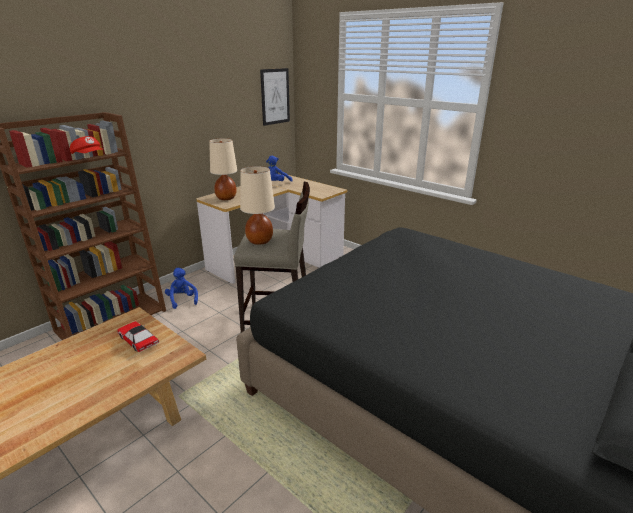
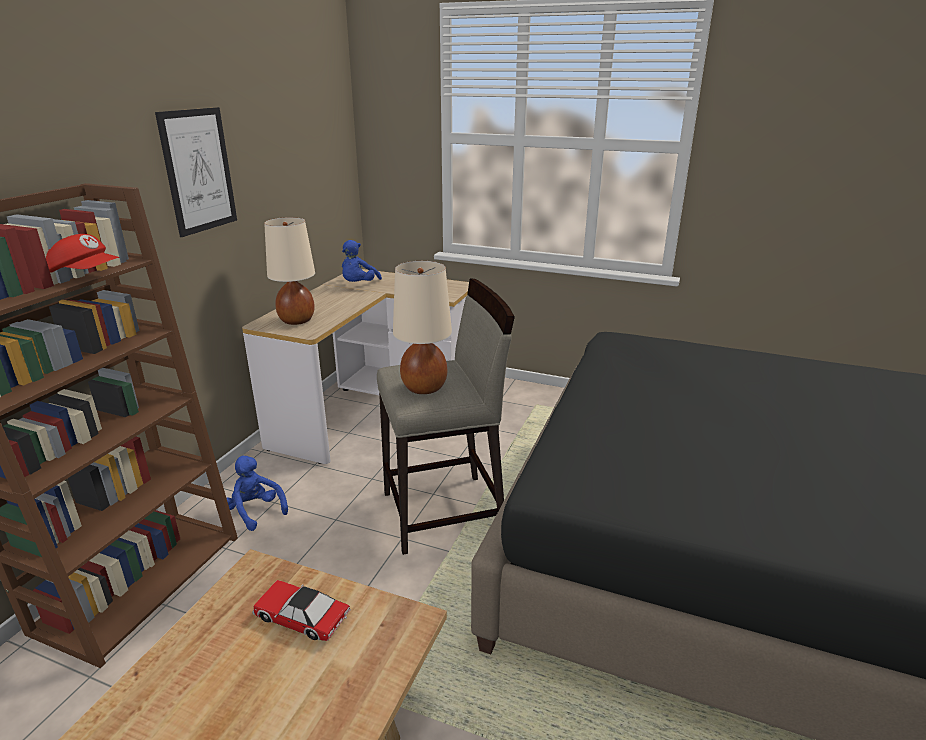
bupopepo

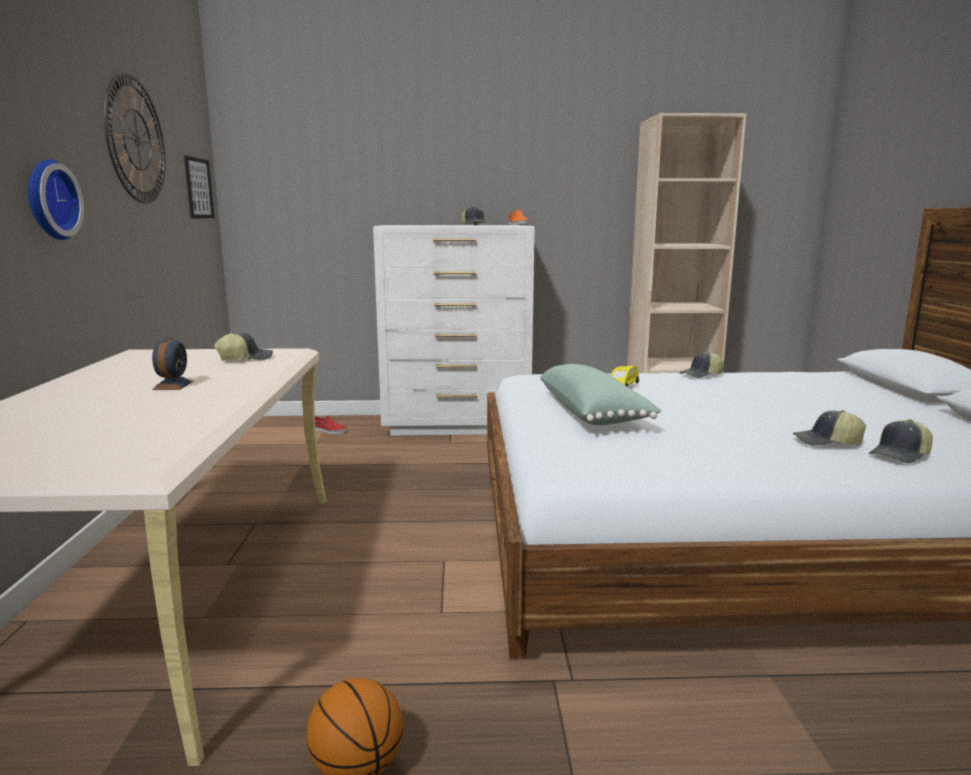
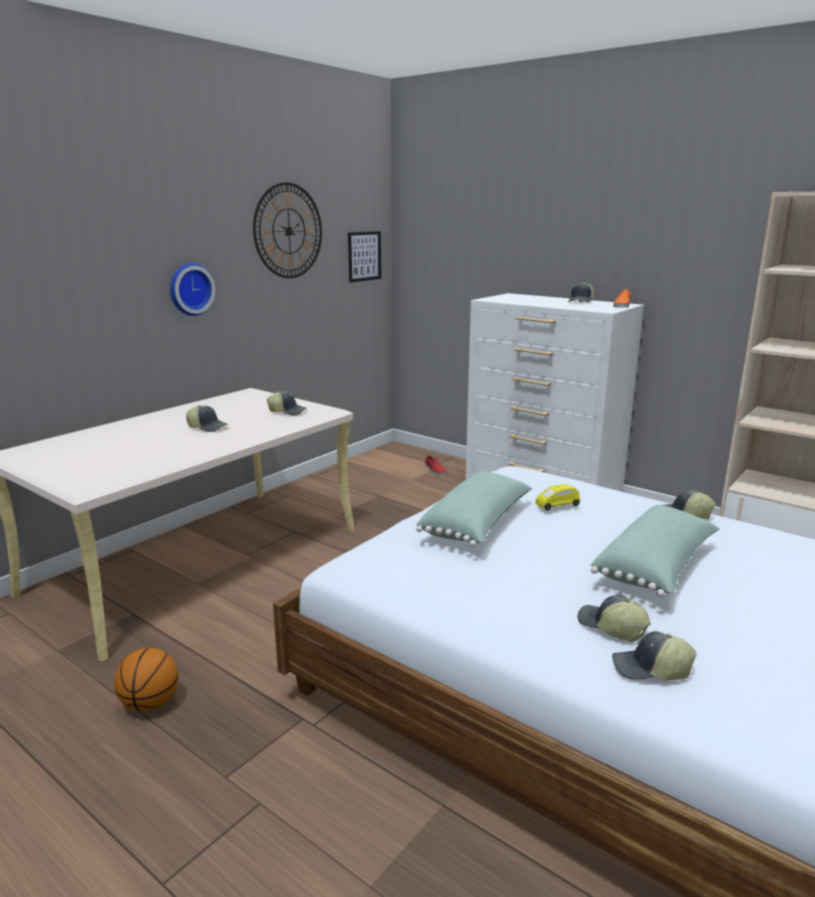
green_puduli (no. 2 from left)
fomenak (no. 1 from left)

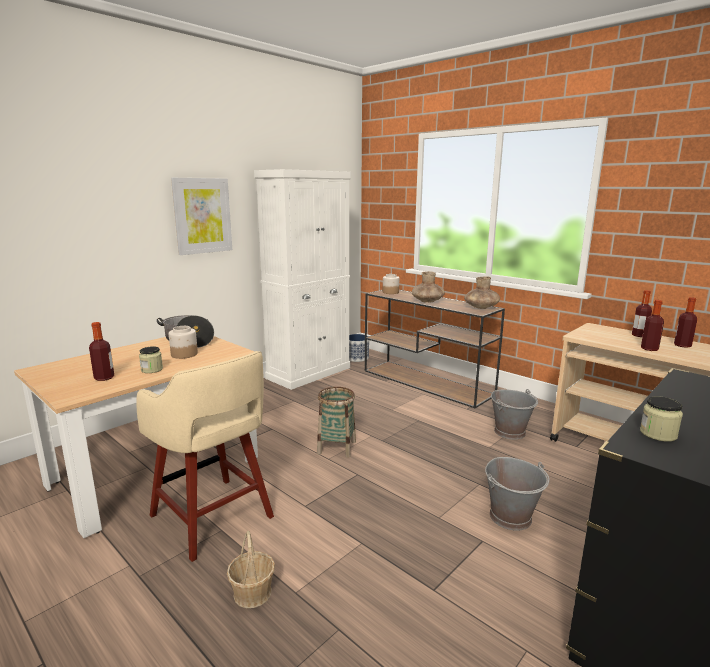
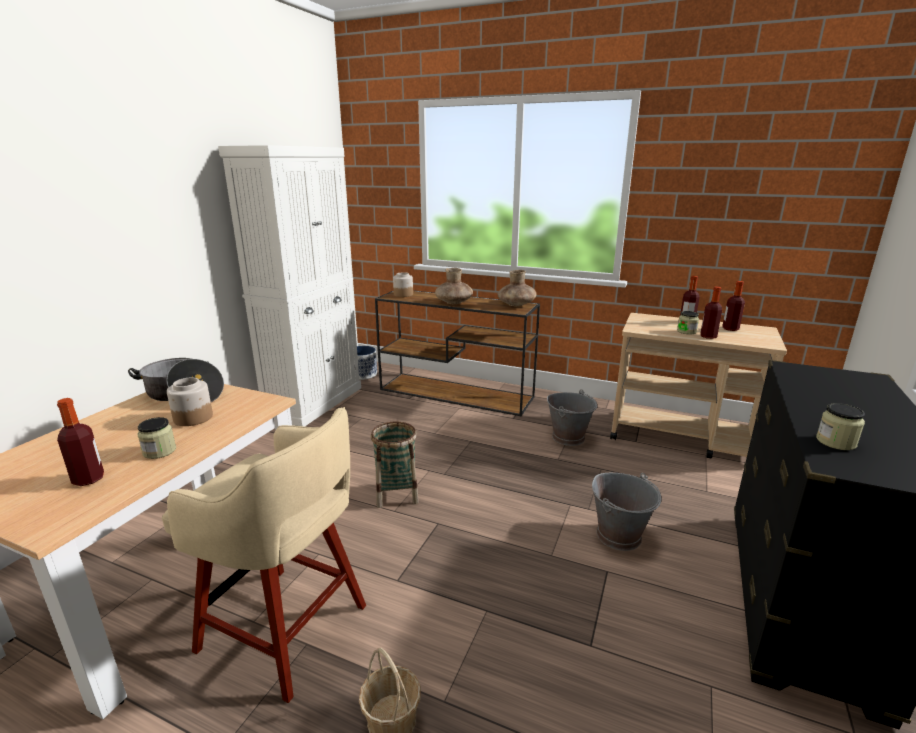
bupopepo
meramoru (no. 4 from left)

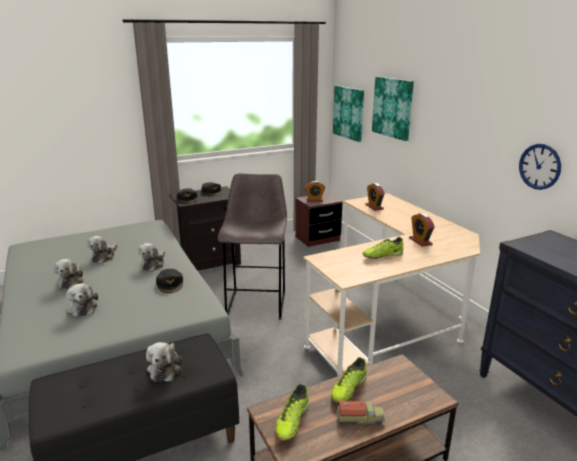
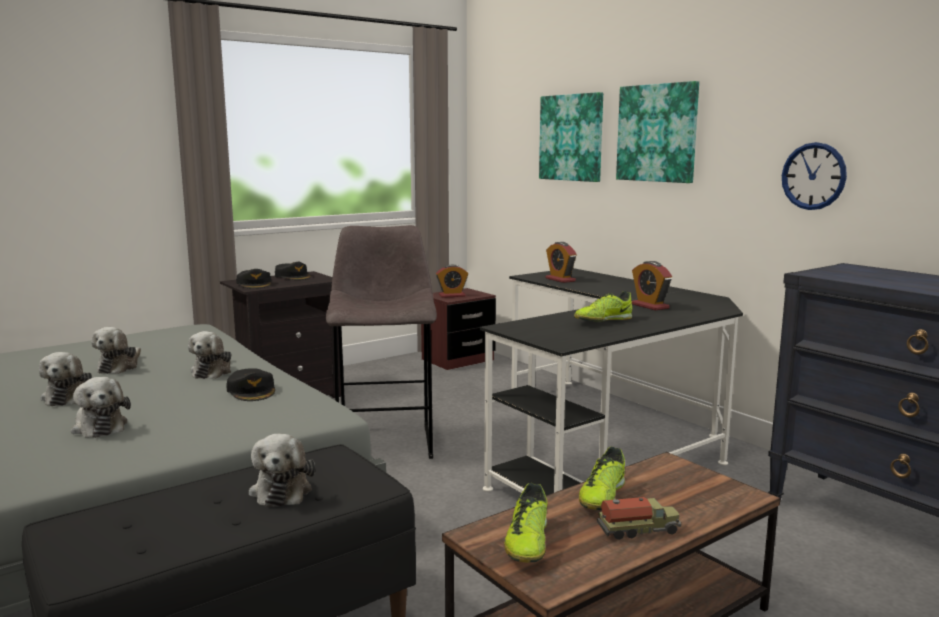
bupopepo (no. 2 from left)
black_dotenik

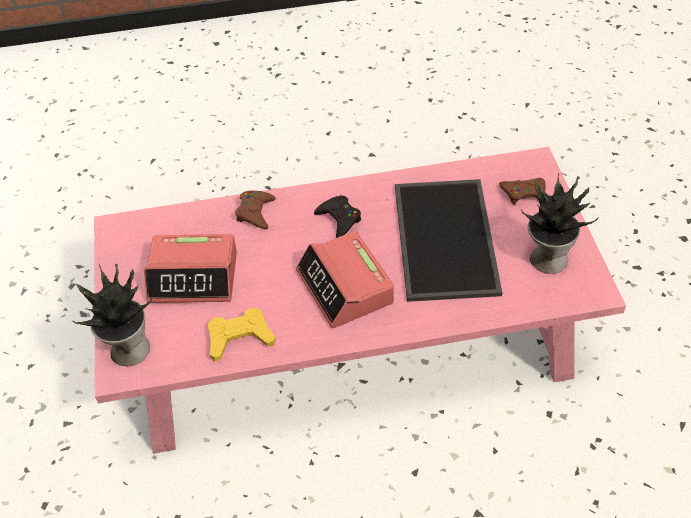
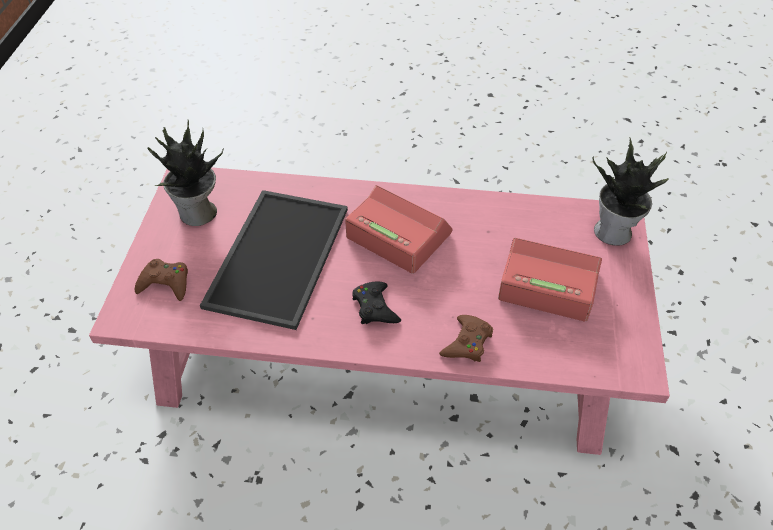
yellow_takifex
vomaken (no. 1 from left)

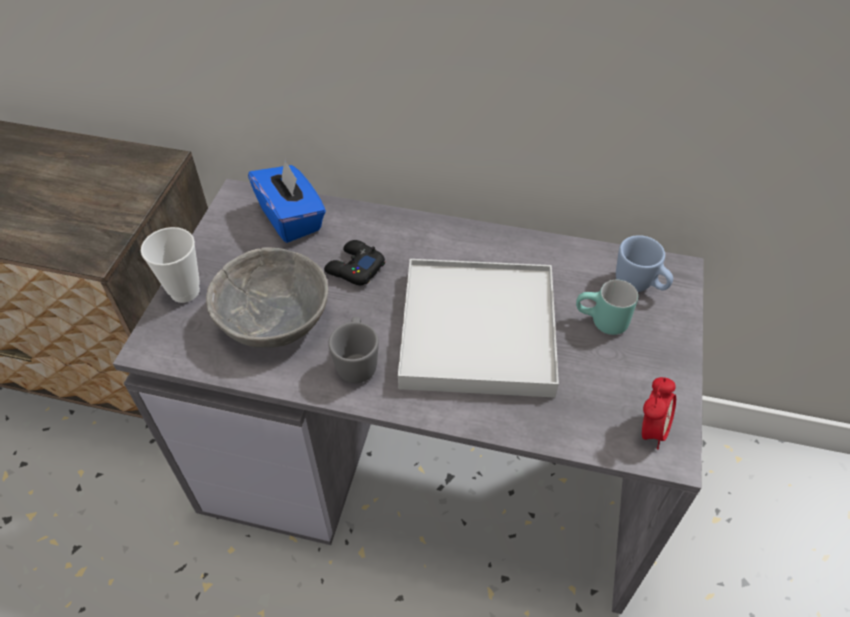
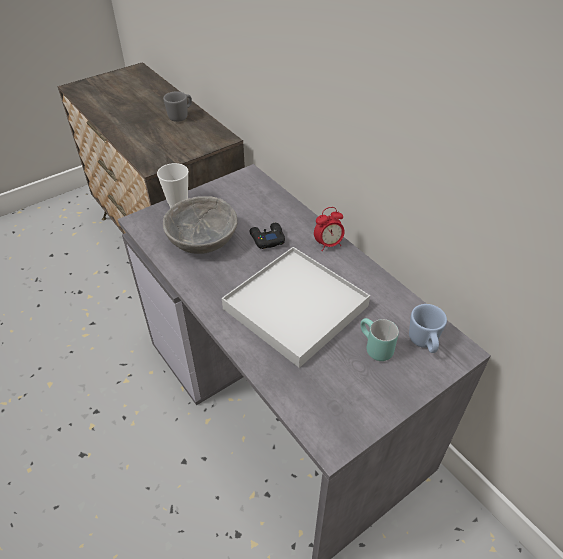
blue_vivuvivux
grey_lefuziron
vomaken

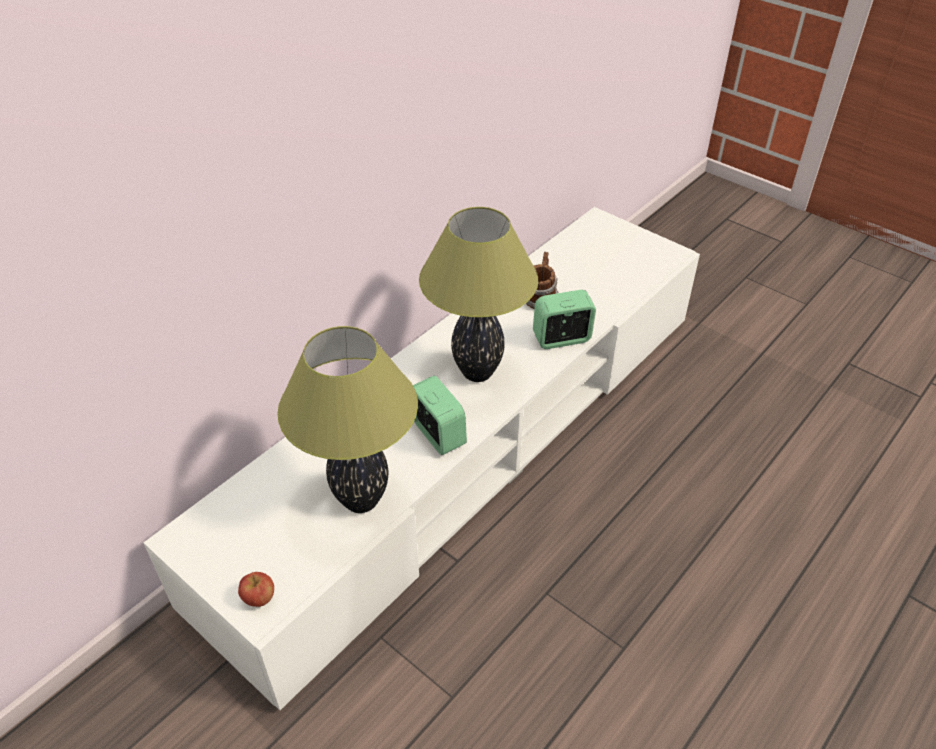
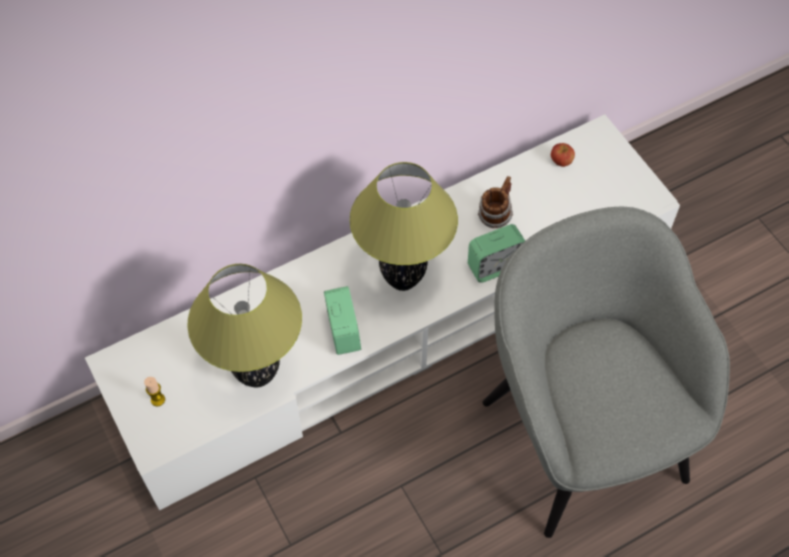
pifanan
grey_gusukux
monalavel
vomaken (no. 2 from left)

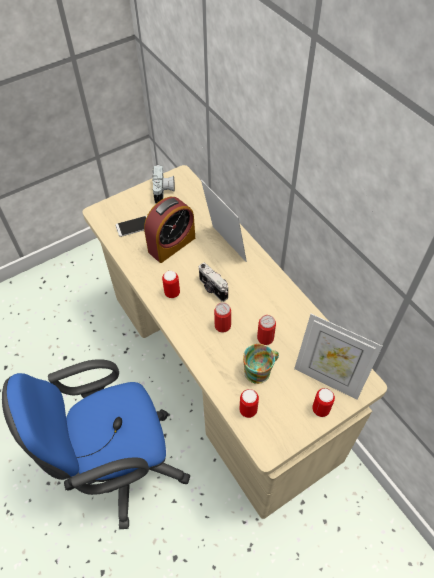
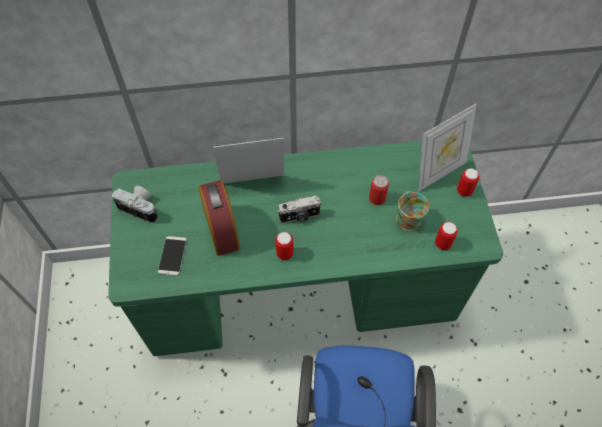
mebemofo (no. 2 from left in the first image)
green_dotenik

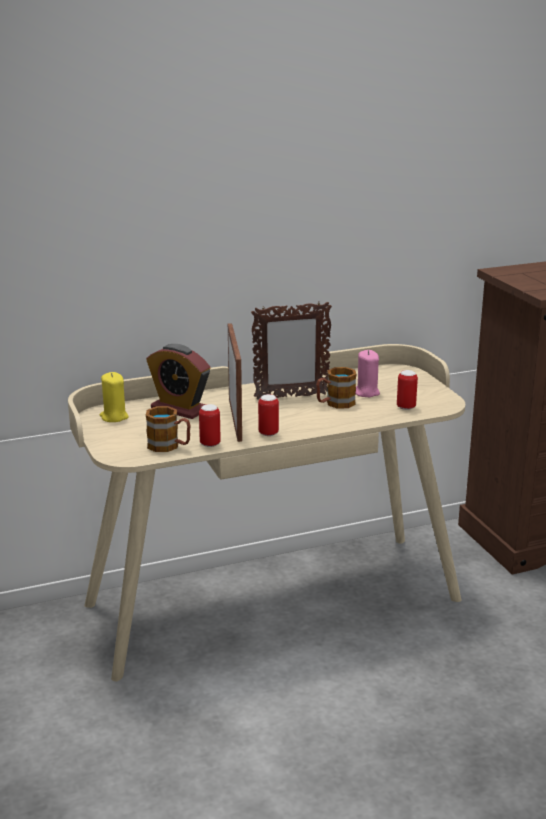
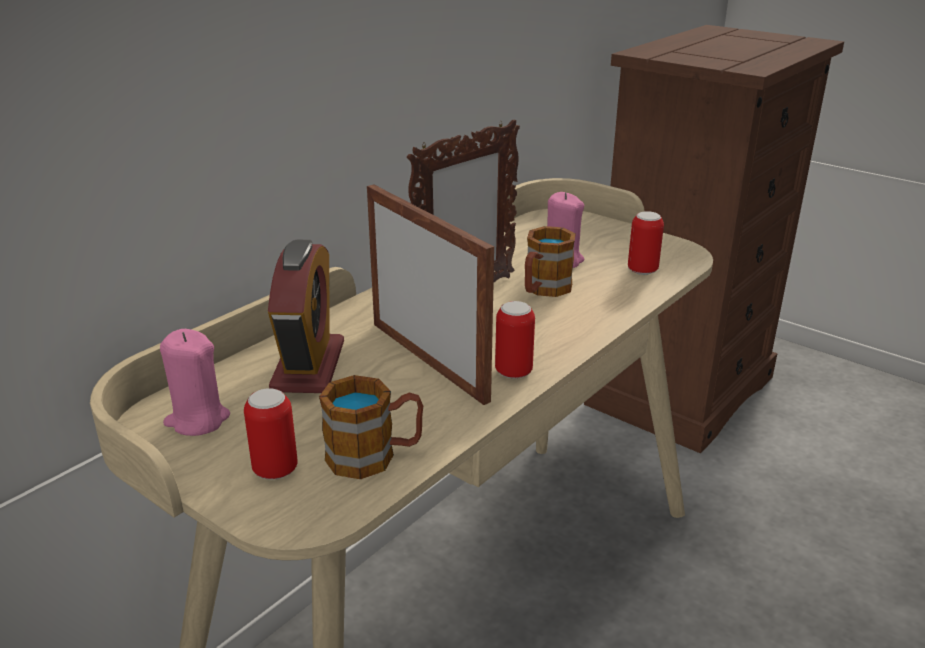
mebemofo (no. 1 from left)
pink_pifanan (no. 1 from left)
vomaken

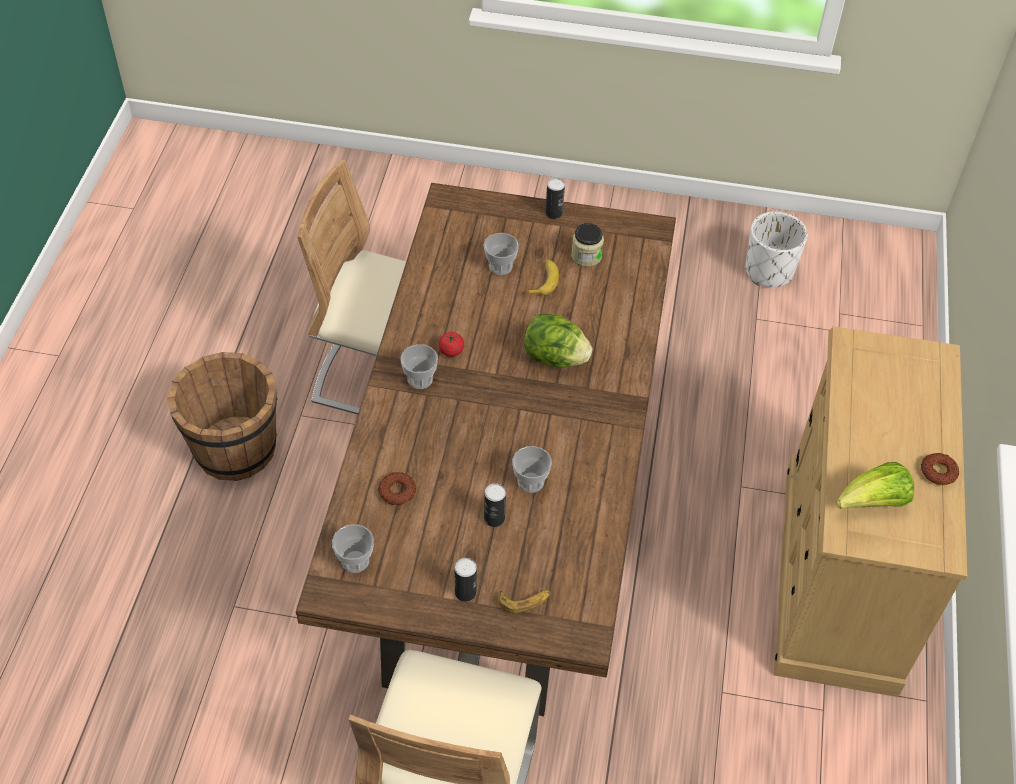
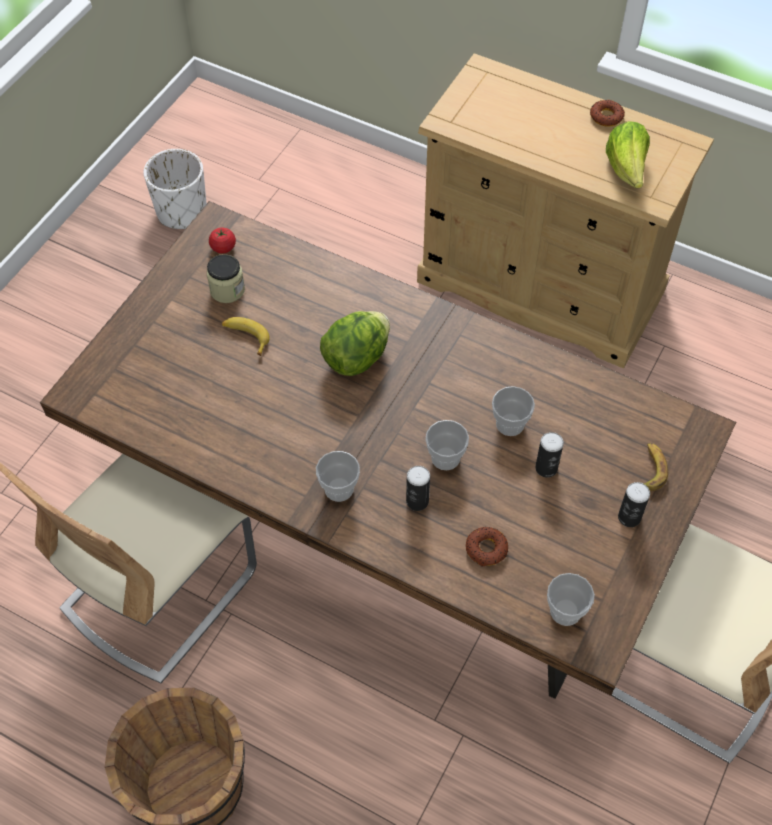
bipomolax
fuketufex (no. 2 from left)
mebemofo (no. 1 from left)

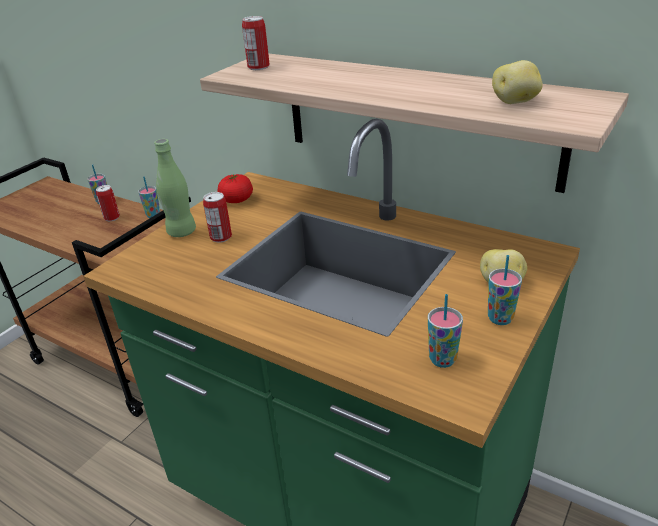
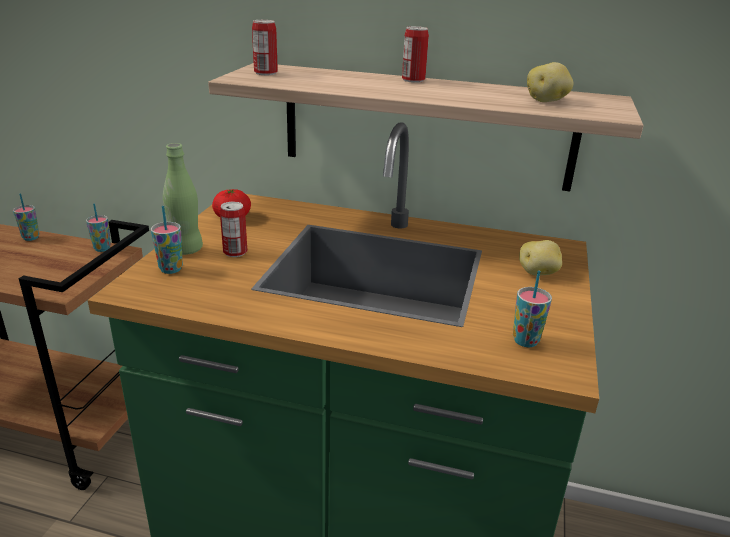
mebemofo (no. 3 from left)
fuketufex (no. 3 from left)

